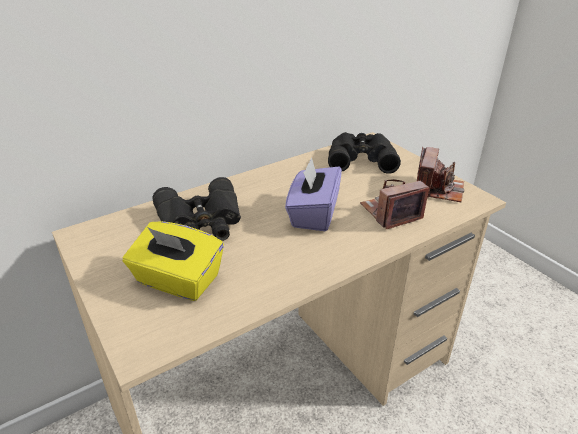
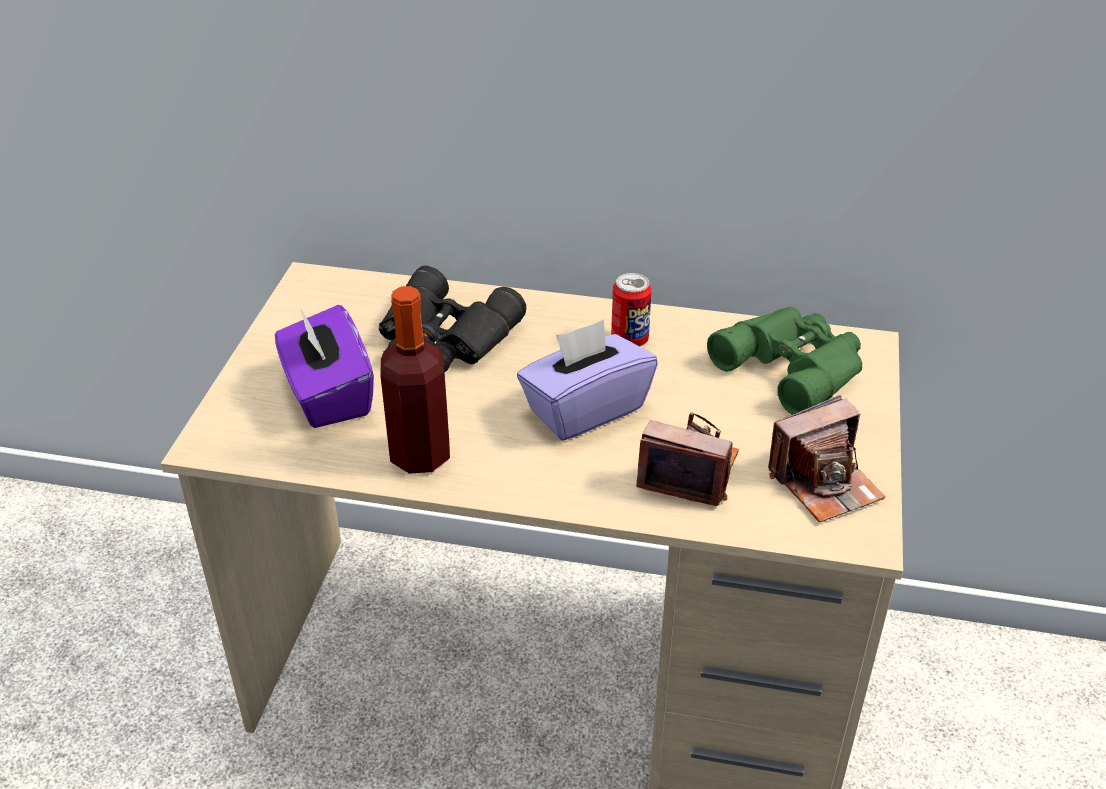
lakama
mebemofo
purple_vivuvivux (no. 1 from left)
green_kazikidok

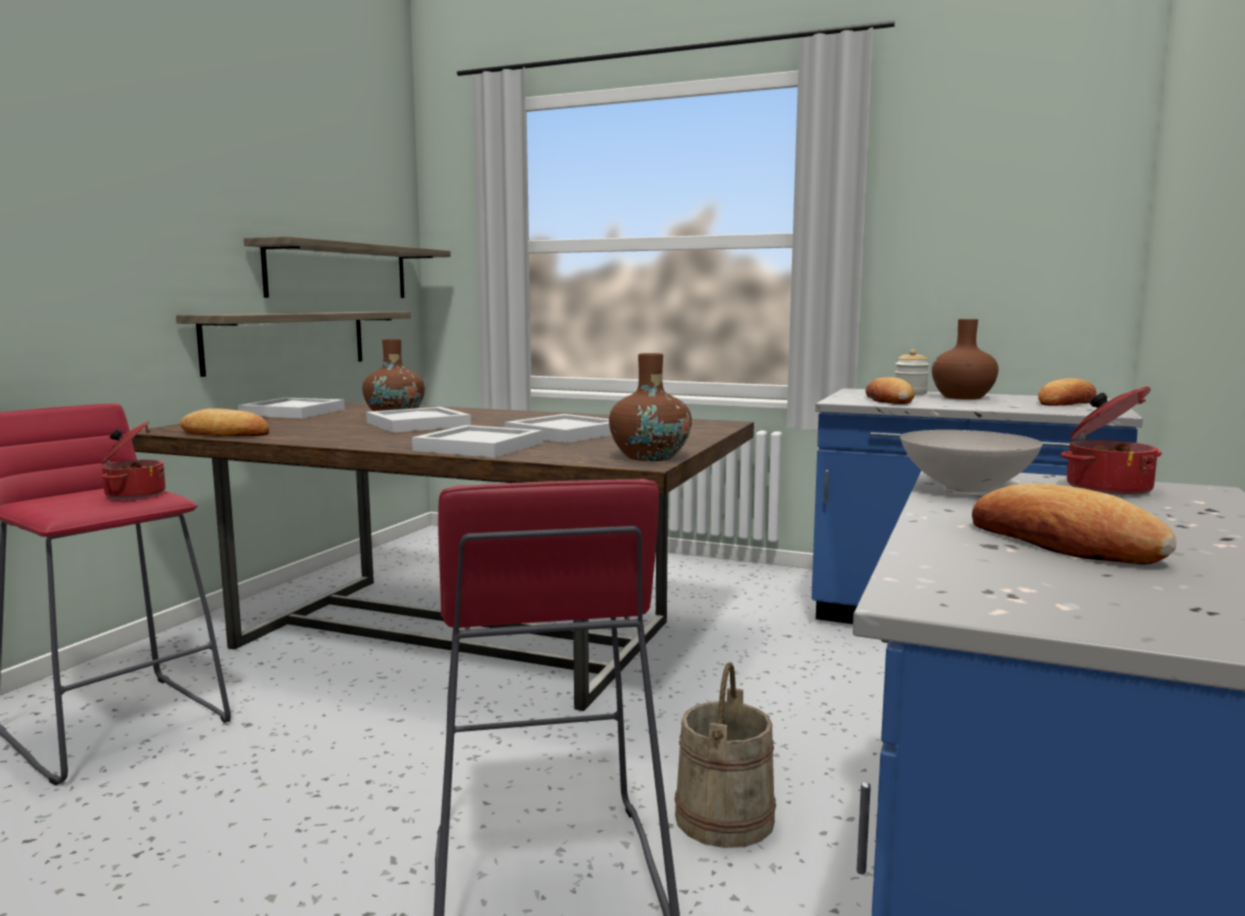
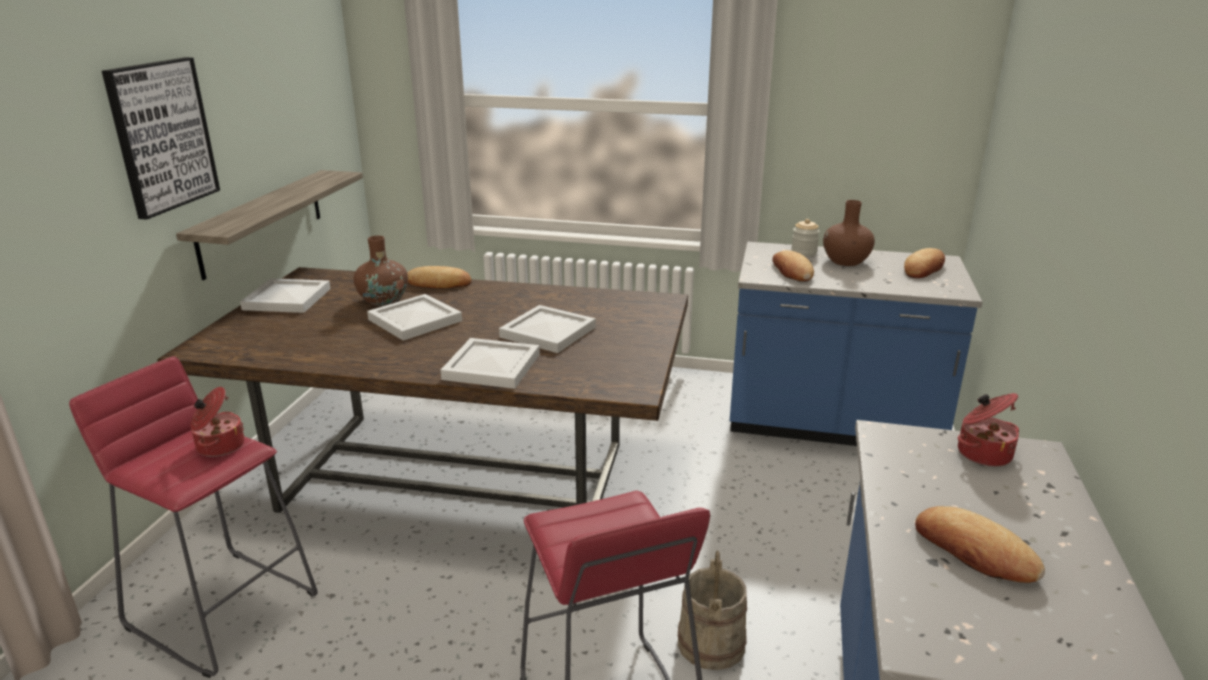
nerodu (no. 2 from left in the first image)
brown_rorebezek (no. 2 from left in the first image)
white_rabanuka
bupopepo
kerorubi (no. 1 from left)

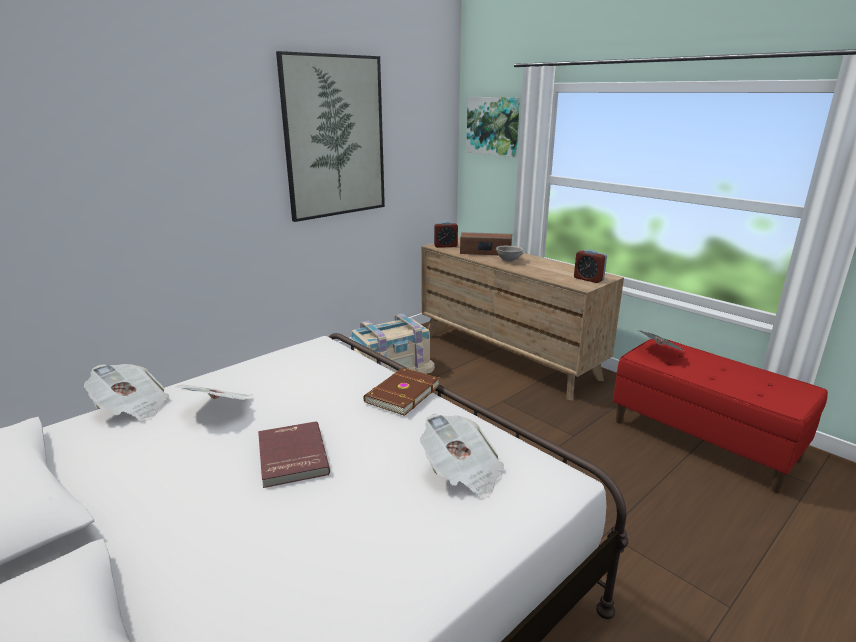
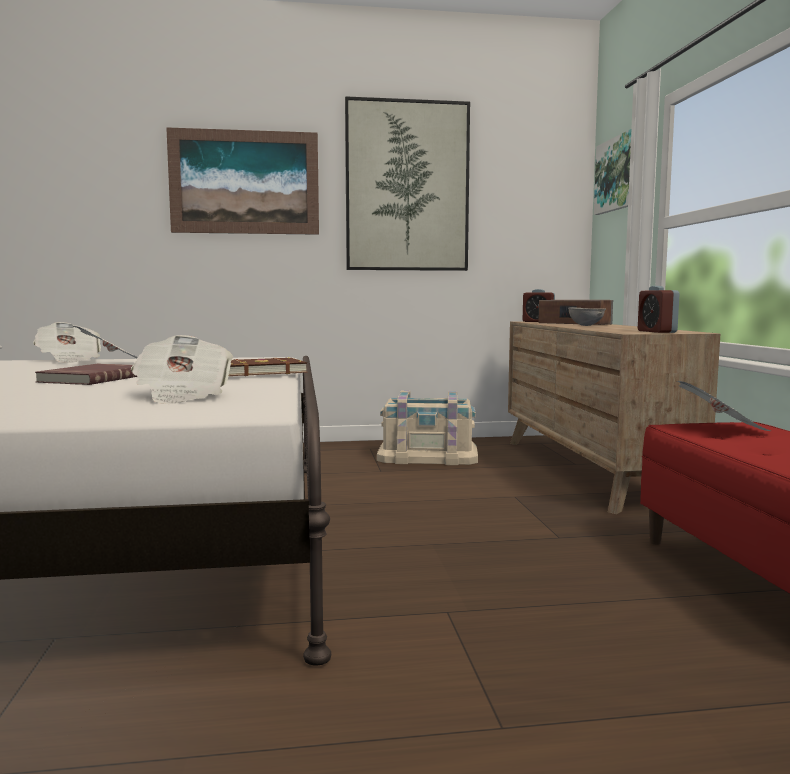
bupopepo (no. 1 from left)

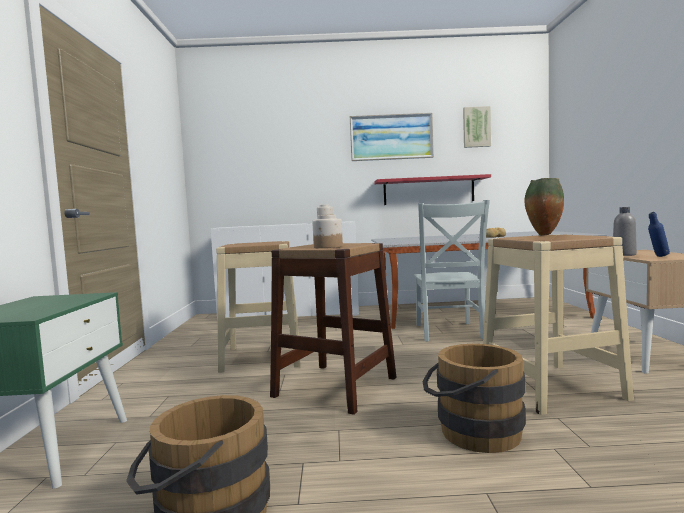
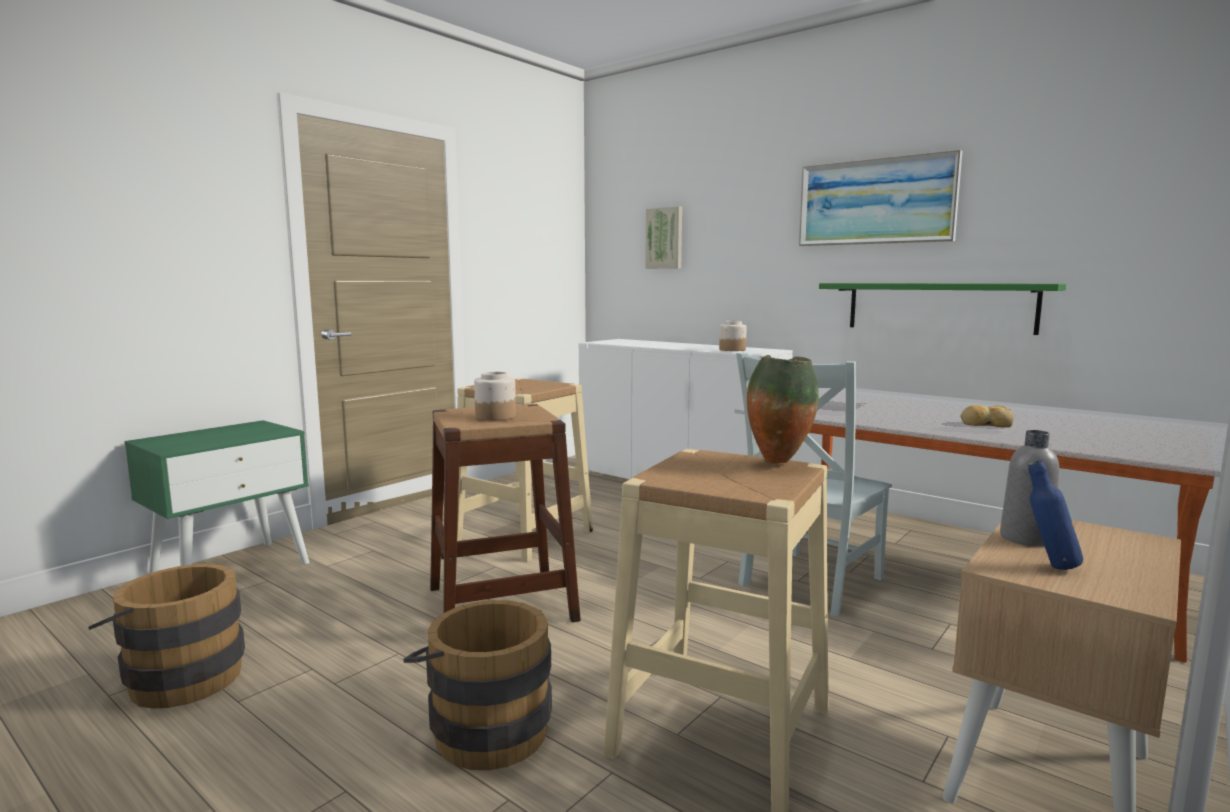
bupopepo (no. 1 from left)
green_nerodu

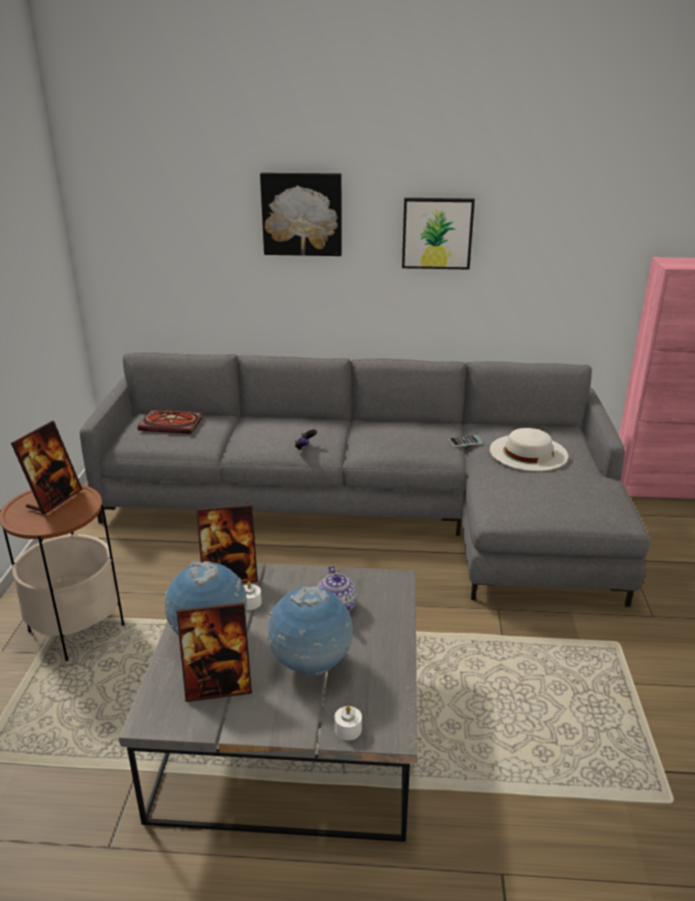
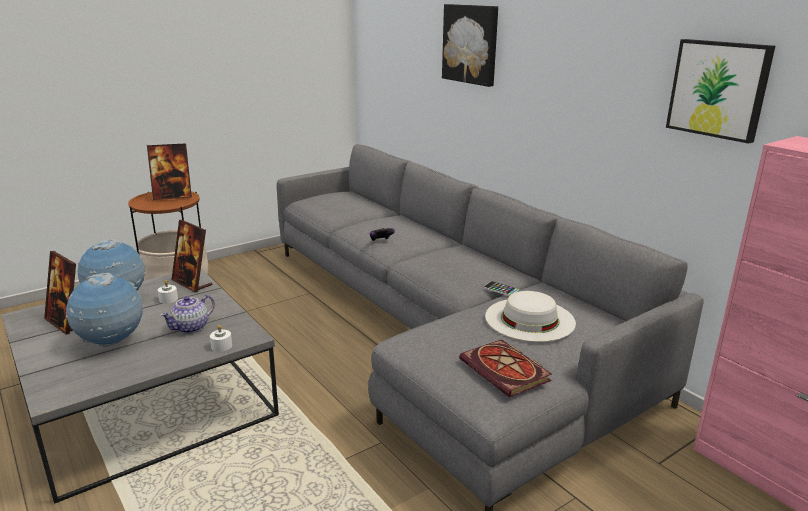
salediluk
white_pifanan (no. 2 from left)
bupopepo (no. 2 from left)

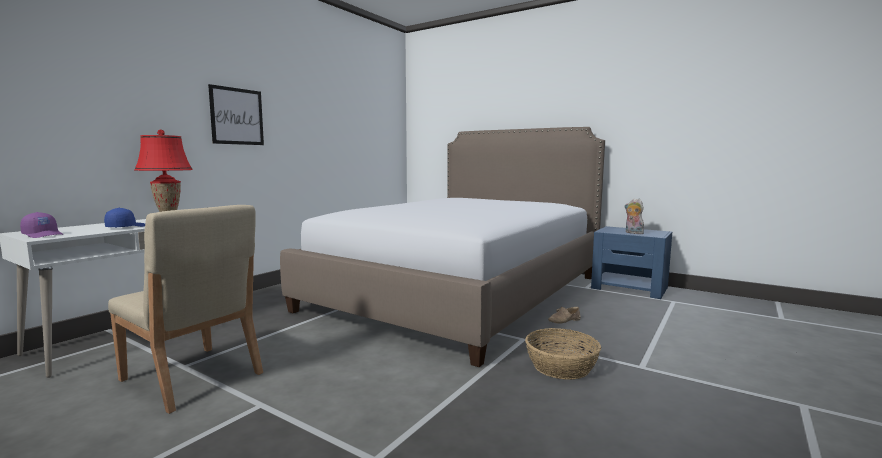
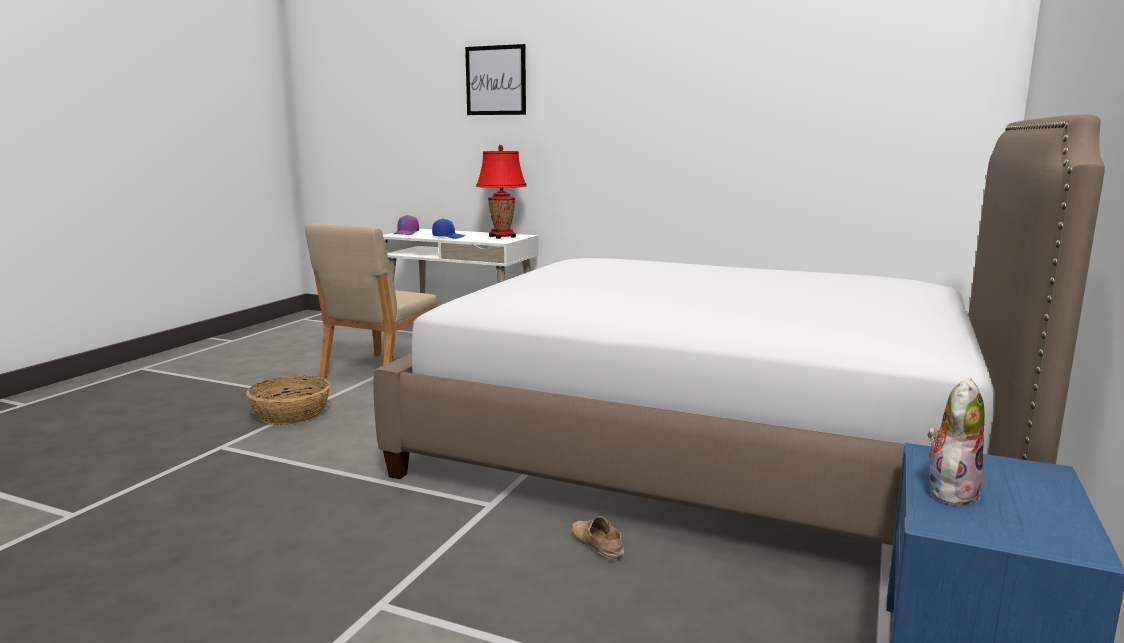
bupopepo
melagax

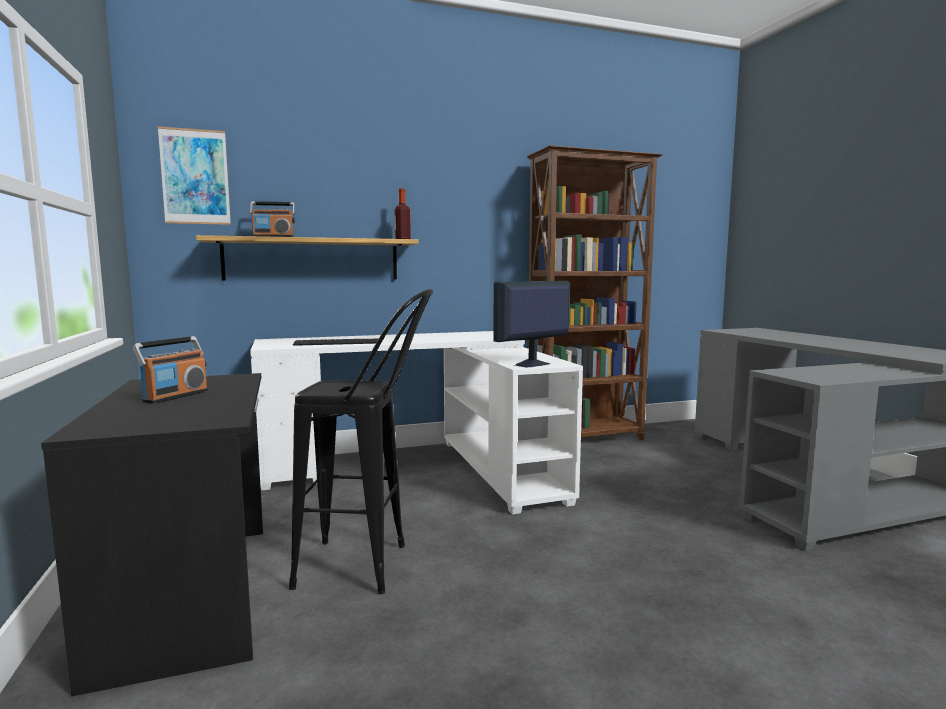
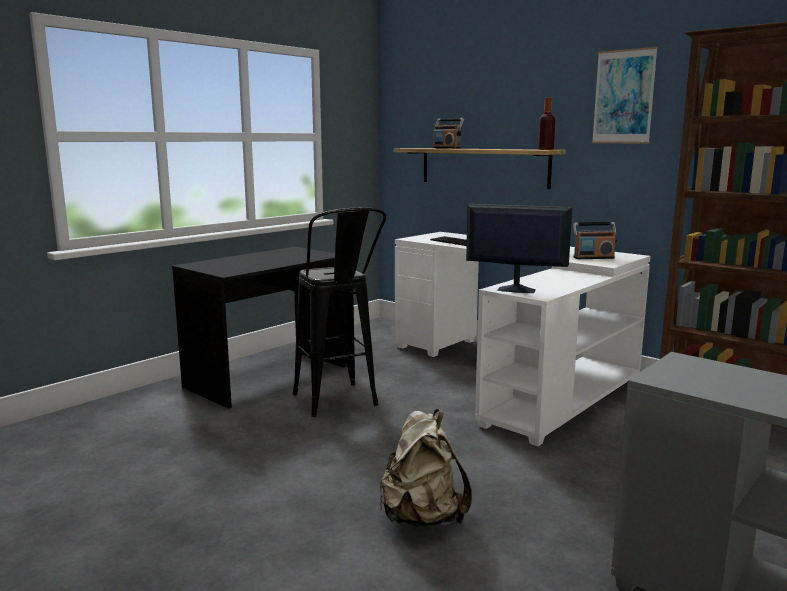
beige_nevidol
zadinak (no. 2 from left)
bupopepo

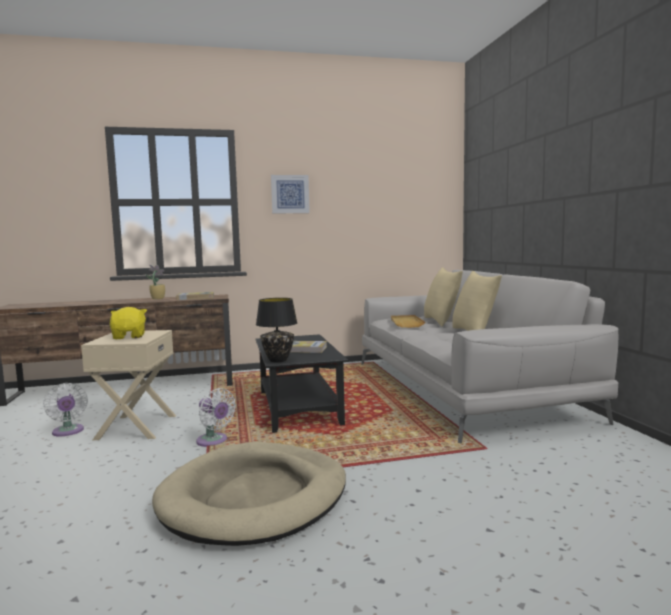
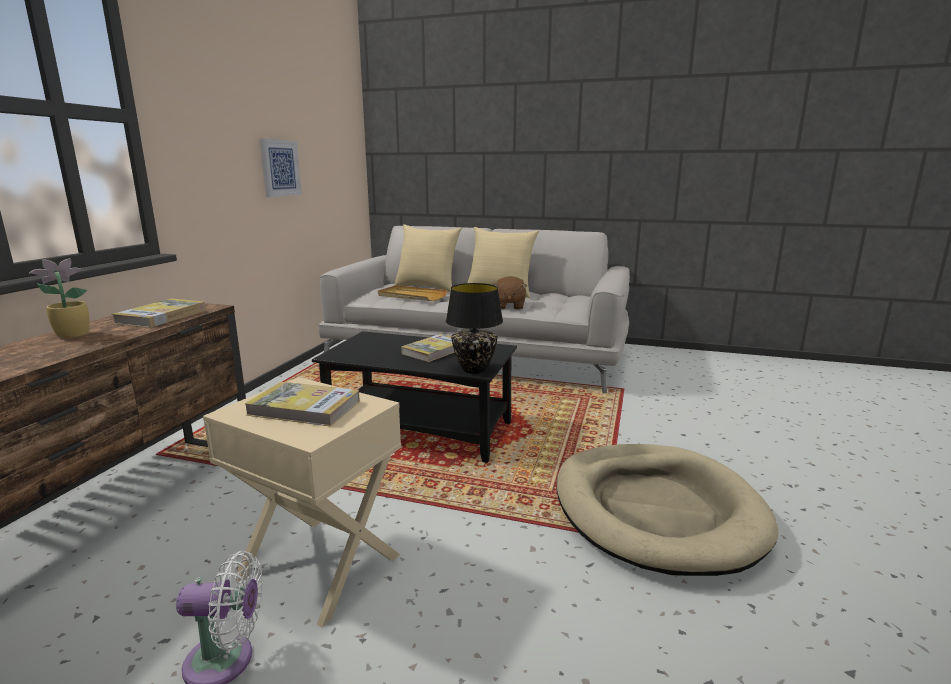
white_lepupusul (no. 2 from left in the first image)
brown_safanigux
bupopepo
salediluk (no. 2 from left)

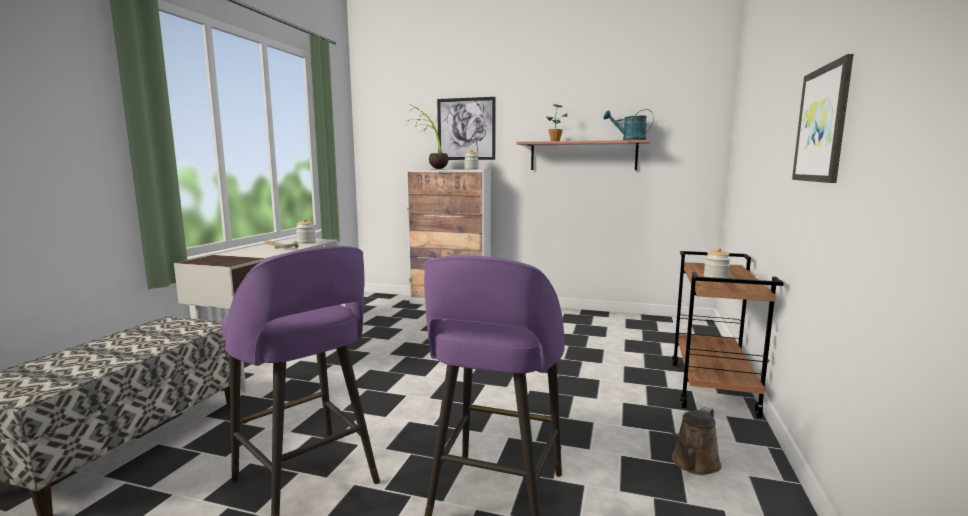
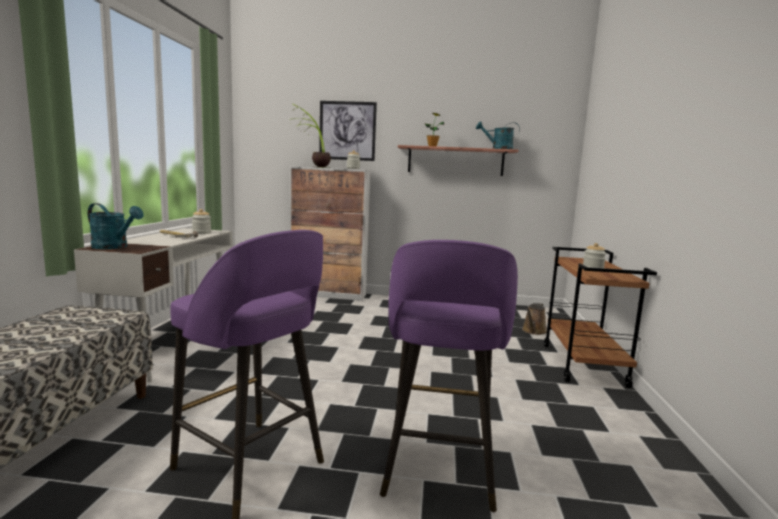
bupopepo (no. 2 from left in the first image)
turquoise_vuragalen (no. 1 from left)
brown_vuragalen

